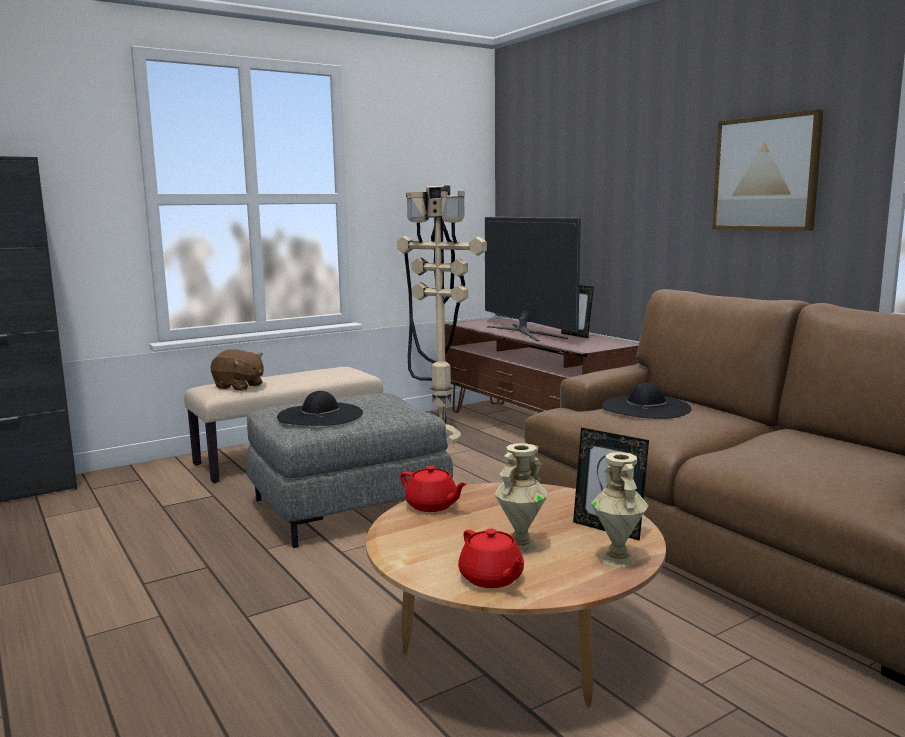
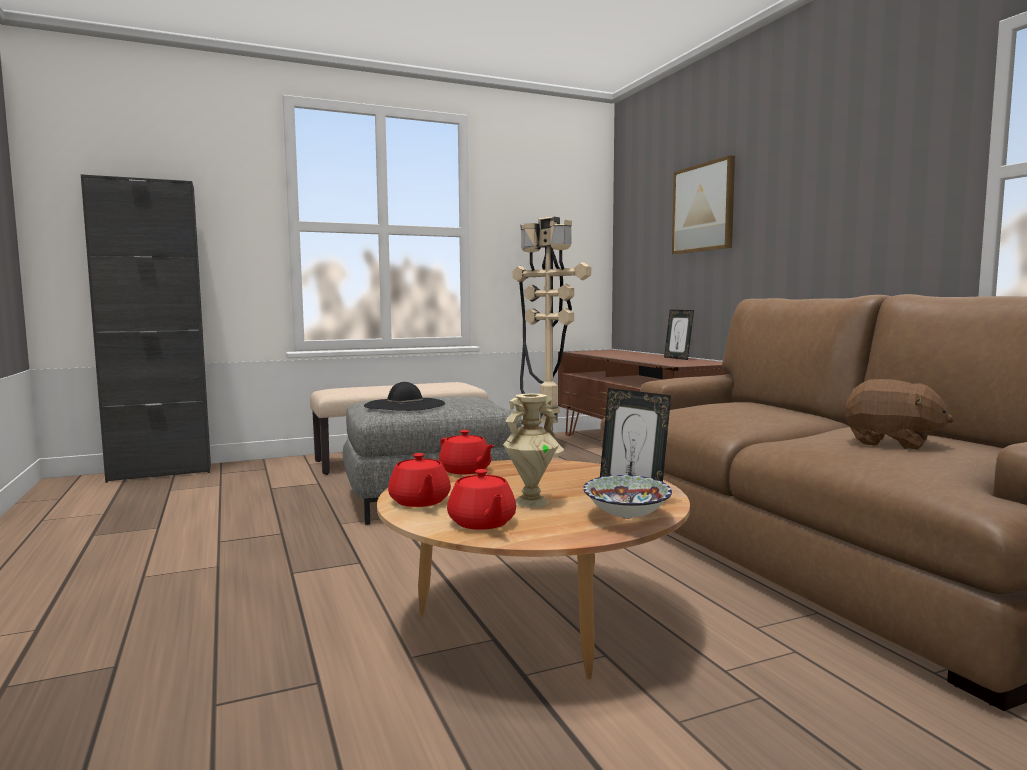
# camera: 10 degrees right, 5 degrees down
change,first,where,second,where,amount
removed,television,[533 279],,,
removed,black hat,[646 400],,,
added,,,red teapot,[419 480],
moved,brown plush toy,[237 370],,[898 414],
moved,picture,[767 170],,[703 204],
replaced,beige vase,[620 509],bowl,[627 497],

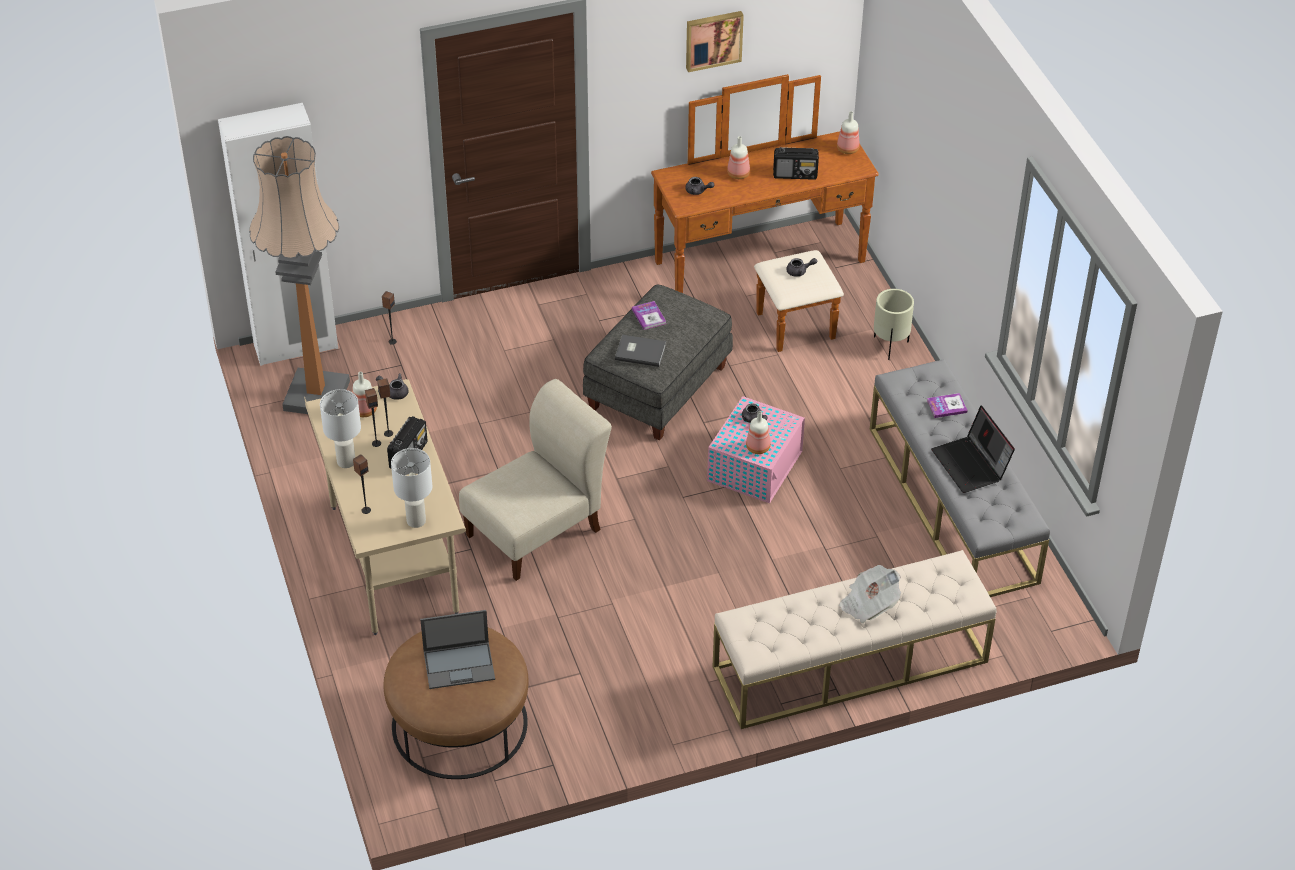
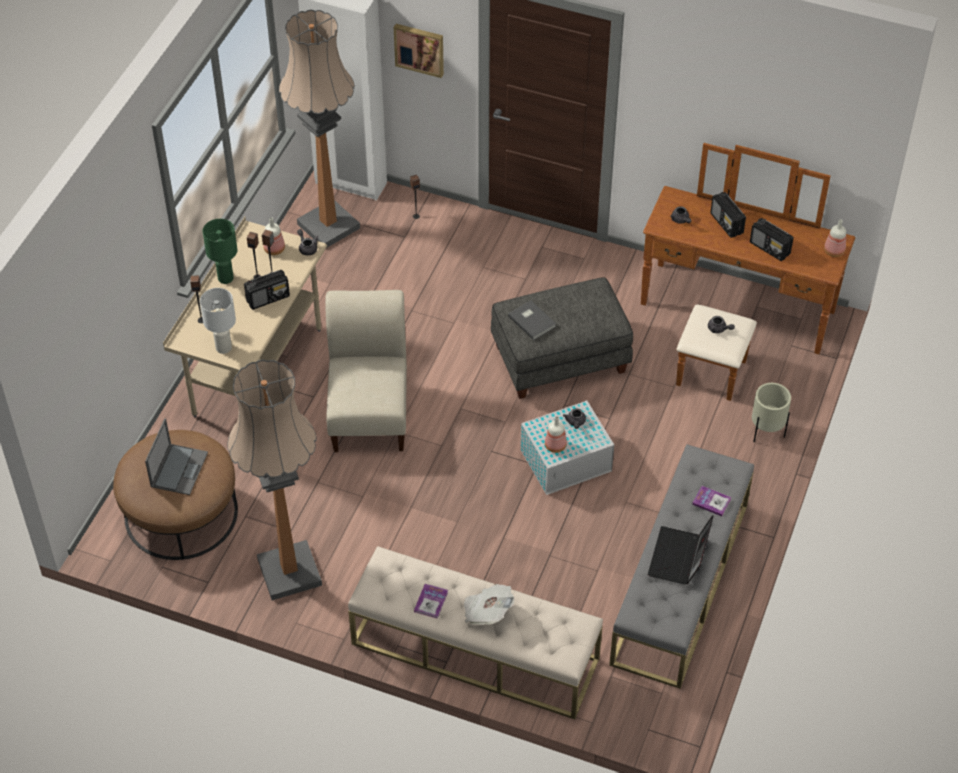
# camera: 40 degrees right, 5 degrees up
change,first,where,second,where,amount
added,,,floor lamp,[274 480],
moved,book,[649 315],,[431 601],
moved,picture,[715 41],,[419 51],
replaced,bottle,[738 157],radio,[728 215],
recoloured,white table lamp,[340 428],green table lamp,[220 251],
recoloured,pink storage box,[756 449],white storage box,[567 448],
turned,laptop,[457 649],,[176 457],105 degrees counterclockwise
turned,beige chair,[535 480],,[366 371],90 degrees counterclockwise

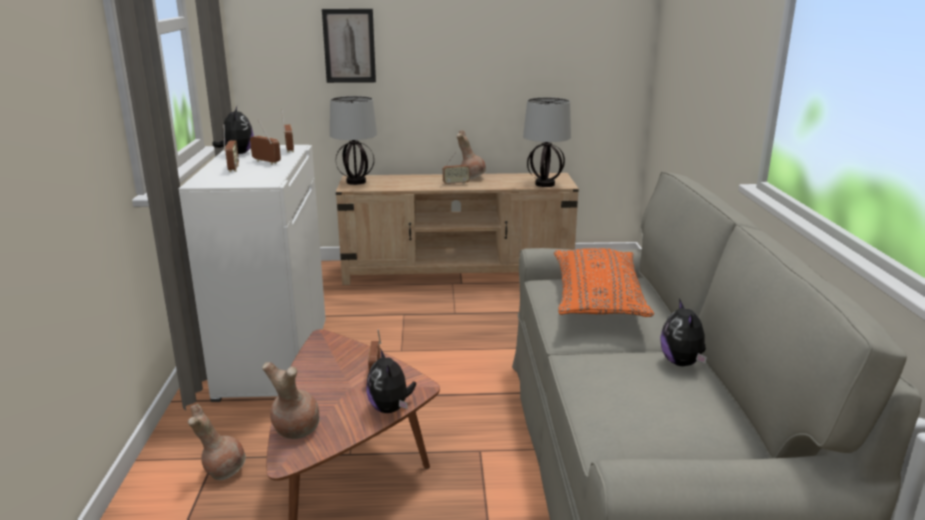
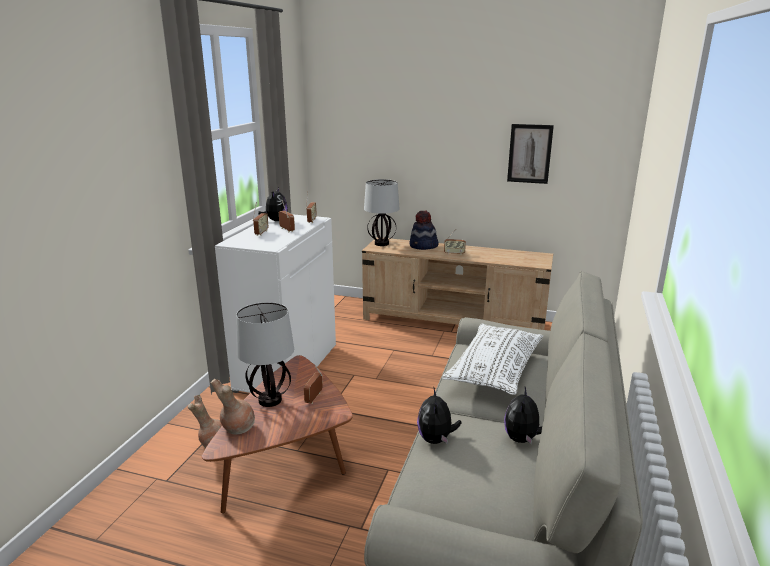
# camera: 20 degrees right, 0 degrees up
change,first,where,second,where,amount
removed,brown vase,[471 154],,,
added,,,hat,[424 230],
moved,picture,[349 46],,[530 154],
moved,plush toy,[391 380],,[439 416],
moved,table lamp,[547 142],,[265 354],
recoloured,orange pillow,[604 282],white pillow,[492 359],

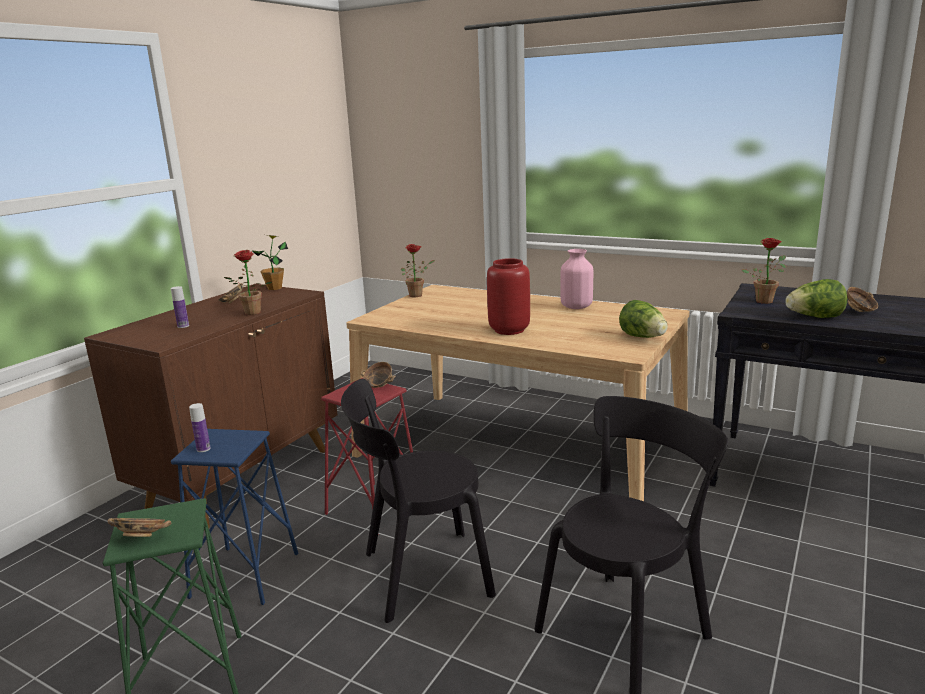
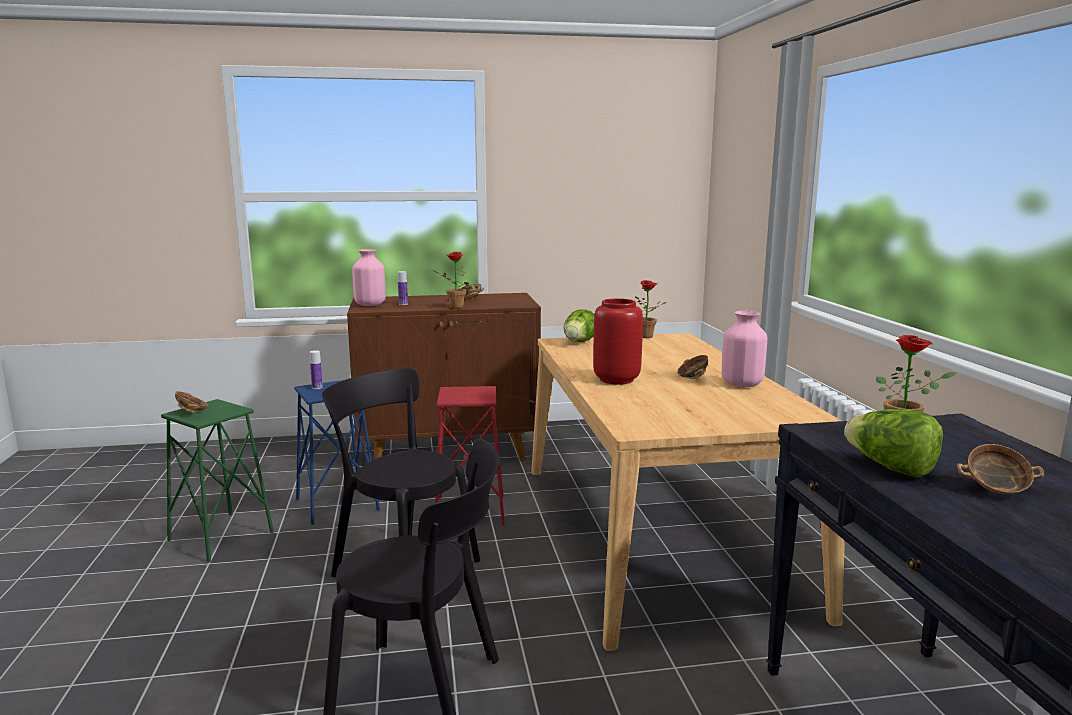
# camera: 50 degrees right, 5 degrees down
change,first,where,second,where,amount
removed,potted plant,[269 262],,,
added,,,pink vase,[369 277],
moved,bowl,[378 375],,[692 367],
moved,lettuce,[643 319],,[579 325],

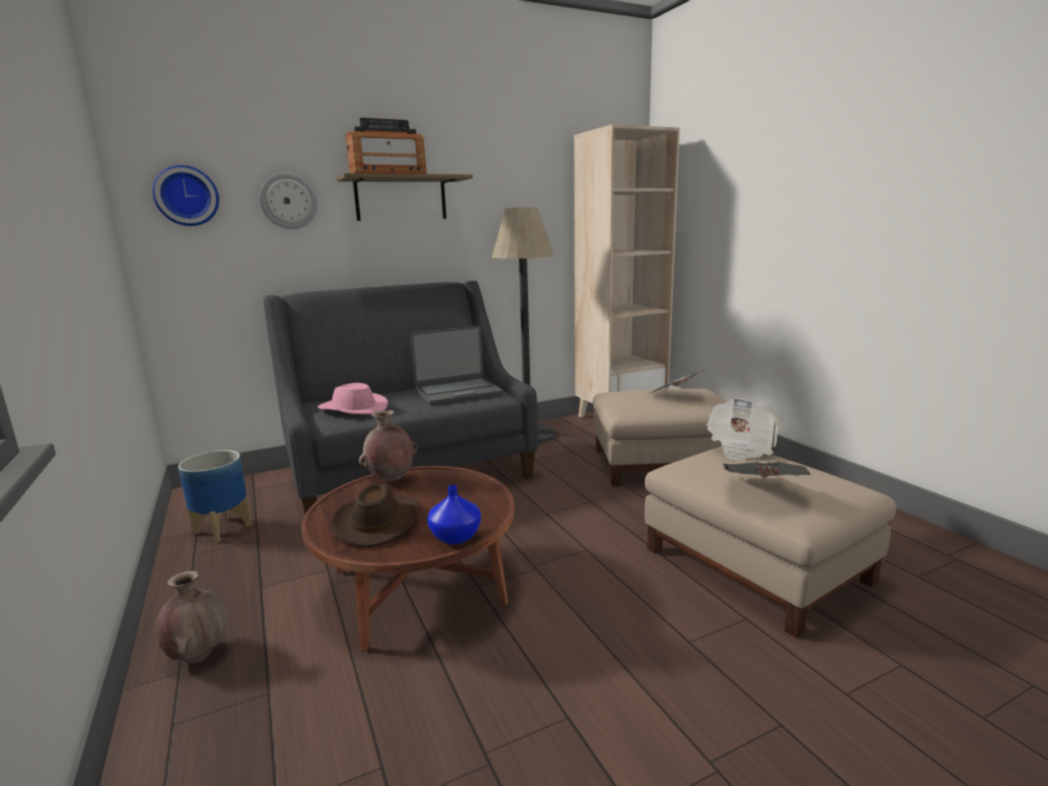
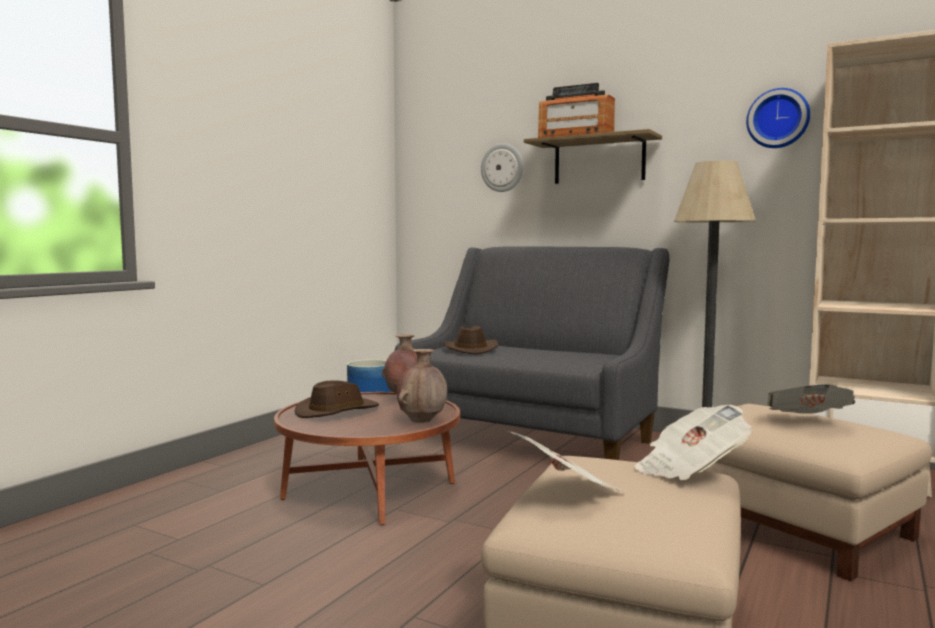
# camera: 55 degrees right, 10 degrees down
change,first,where,second,where,amount
removed,laptop,[456 365],,,
removed,blue vase,[454 514],,,
moved,wall clock,[185 195],,[778 118],
moved,brown vase,[191 617],,[422 386],
recoloured,pink hat,[353 398],brown hat,[470 340],

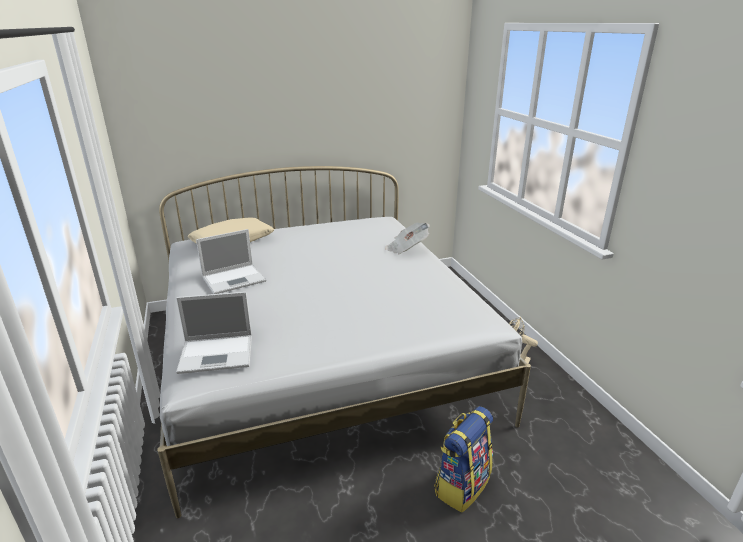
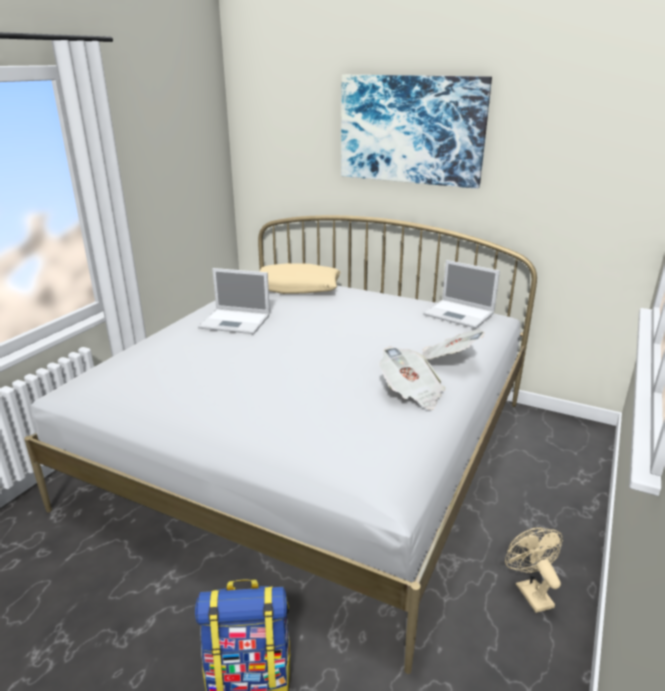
# camera: 45 degrees right, 0 degrees up
change,first,where,second,where,amount
added,,,picture,[416 132],
added,,,newspaper,[412 378],
moved,laptop,[214 333],,[461 294],

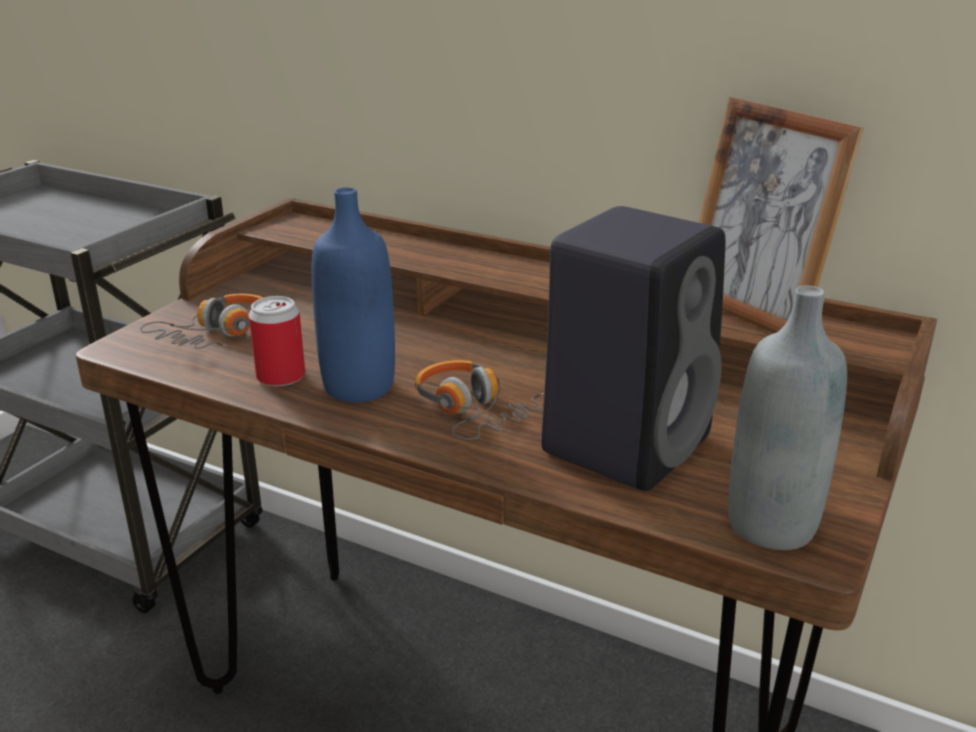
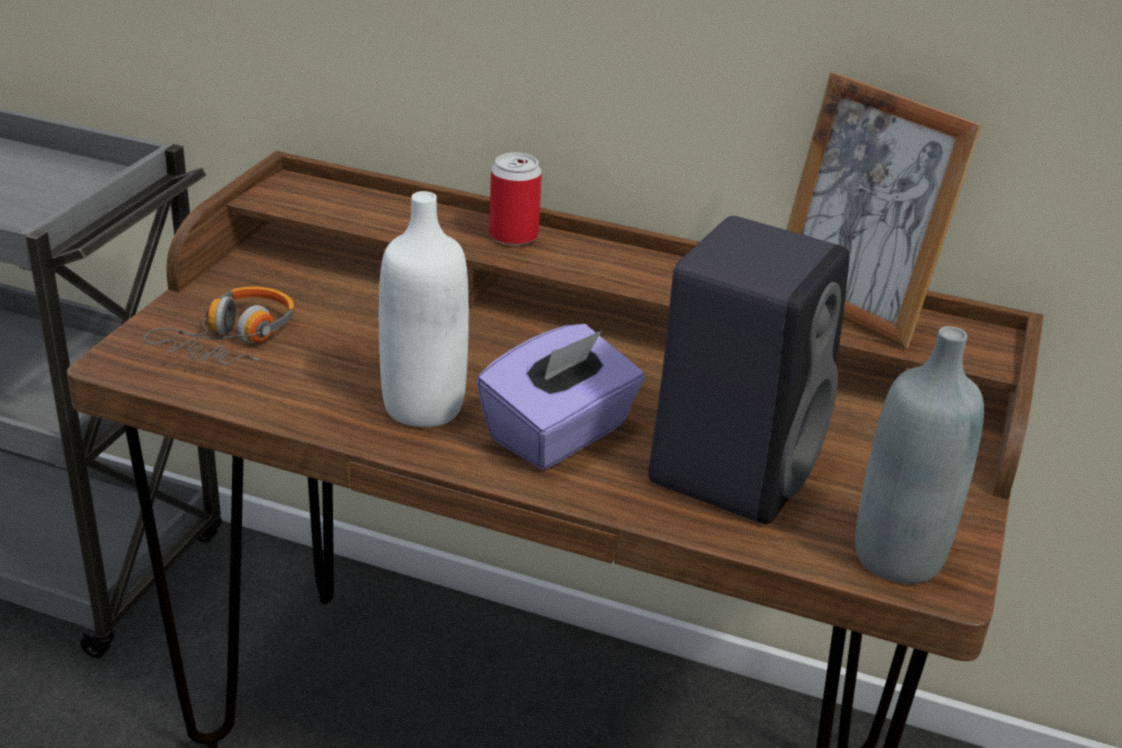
# camera: 10 degrees left, 5 degrees up
change,first,where,second,where,amount
moved,can,[276 341],,[515 198],
replaced,headphones,[479 400],purple tissue box,[560 397],
recoloured,blue bottle,[353 294],white bottle,[424 309],

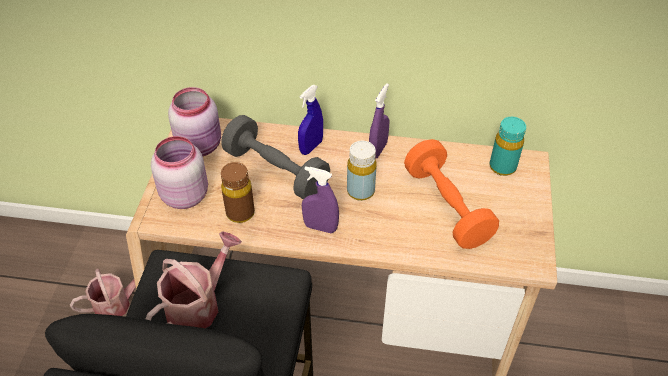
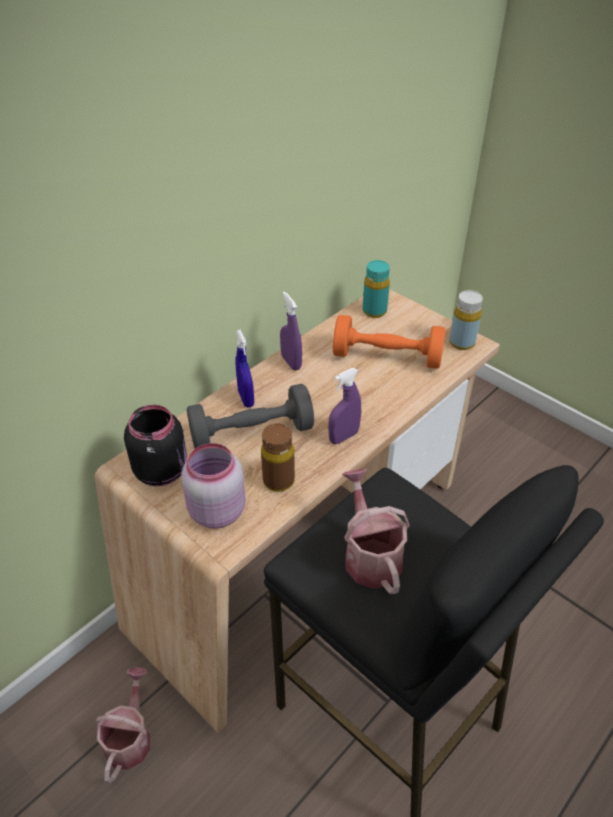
# camera: 55 degrees left, 5 degrees down
change,first,where,second,where,amount
moved,yellow bottle,[362 171],,[466 320],
recoloured,pink jar,[194 121],black jar,[155 446],

